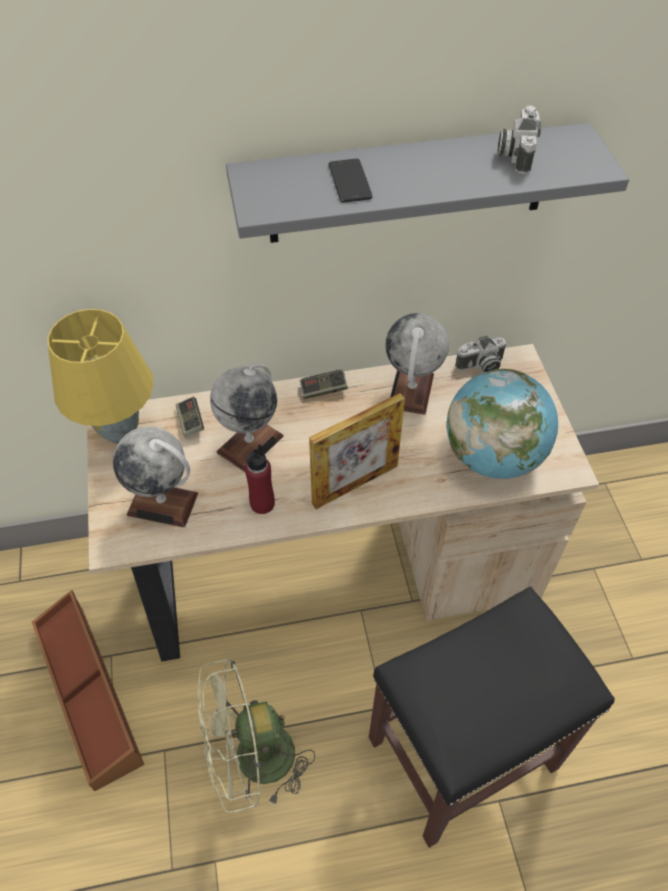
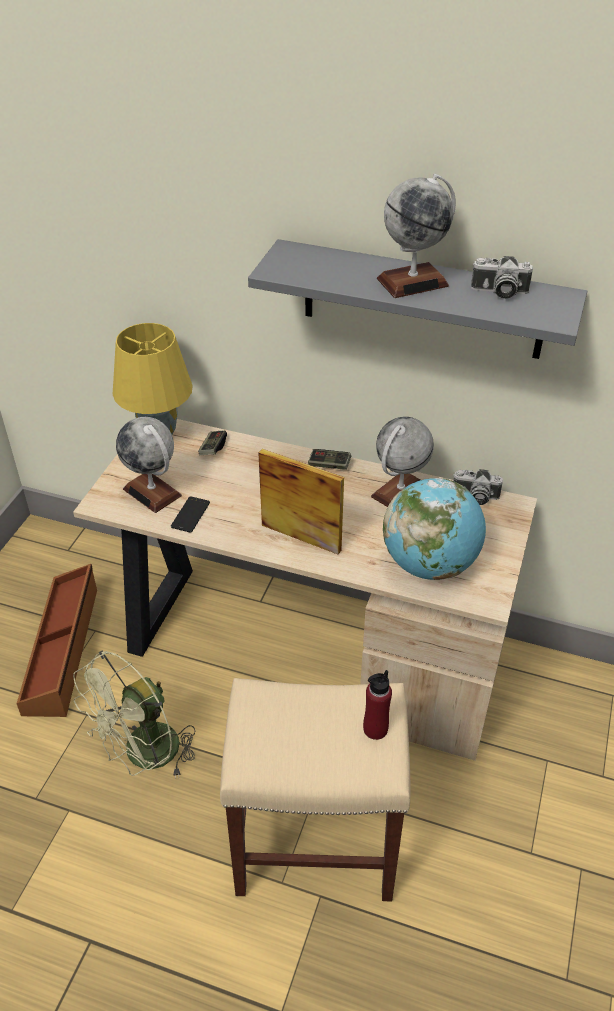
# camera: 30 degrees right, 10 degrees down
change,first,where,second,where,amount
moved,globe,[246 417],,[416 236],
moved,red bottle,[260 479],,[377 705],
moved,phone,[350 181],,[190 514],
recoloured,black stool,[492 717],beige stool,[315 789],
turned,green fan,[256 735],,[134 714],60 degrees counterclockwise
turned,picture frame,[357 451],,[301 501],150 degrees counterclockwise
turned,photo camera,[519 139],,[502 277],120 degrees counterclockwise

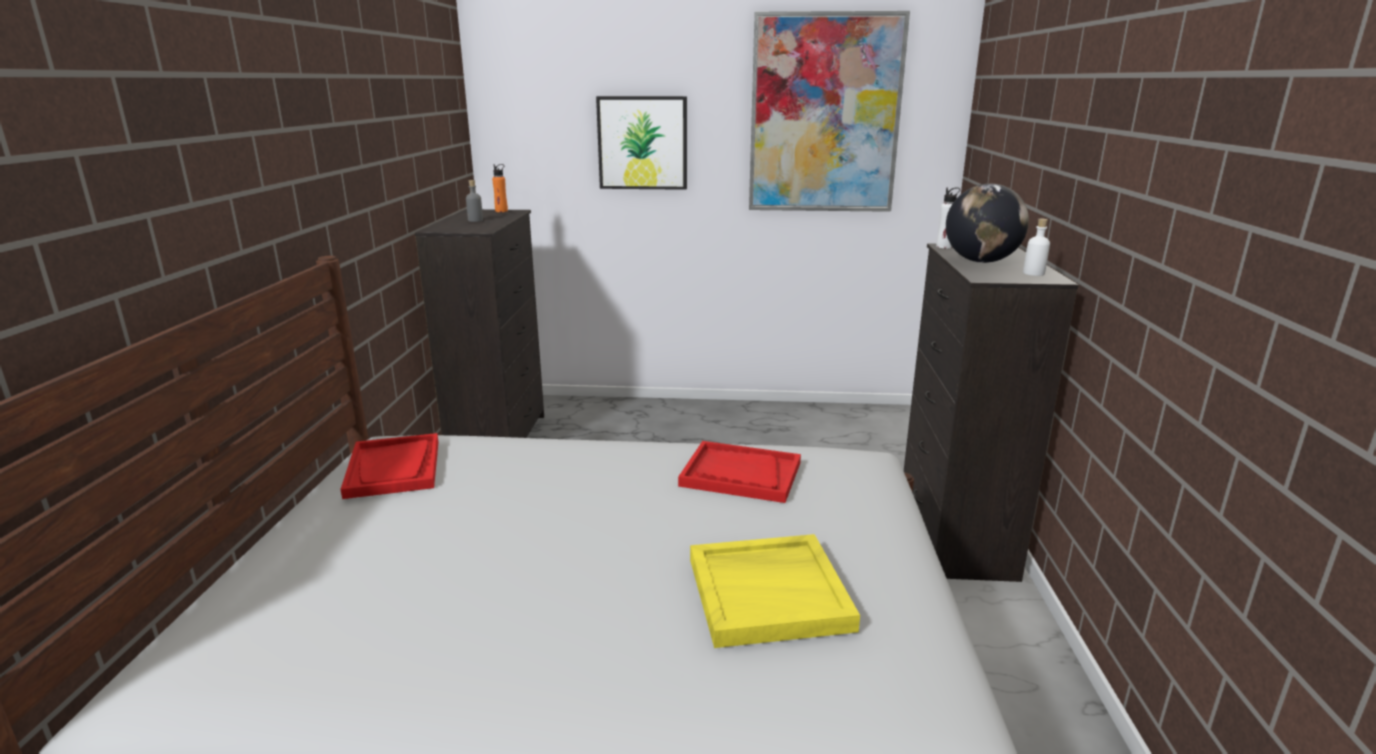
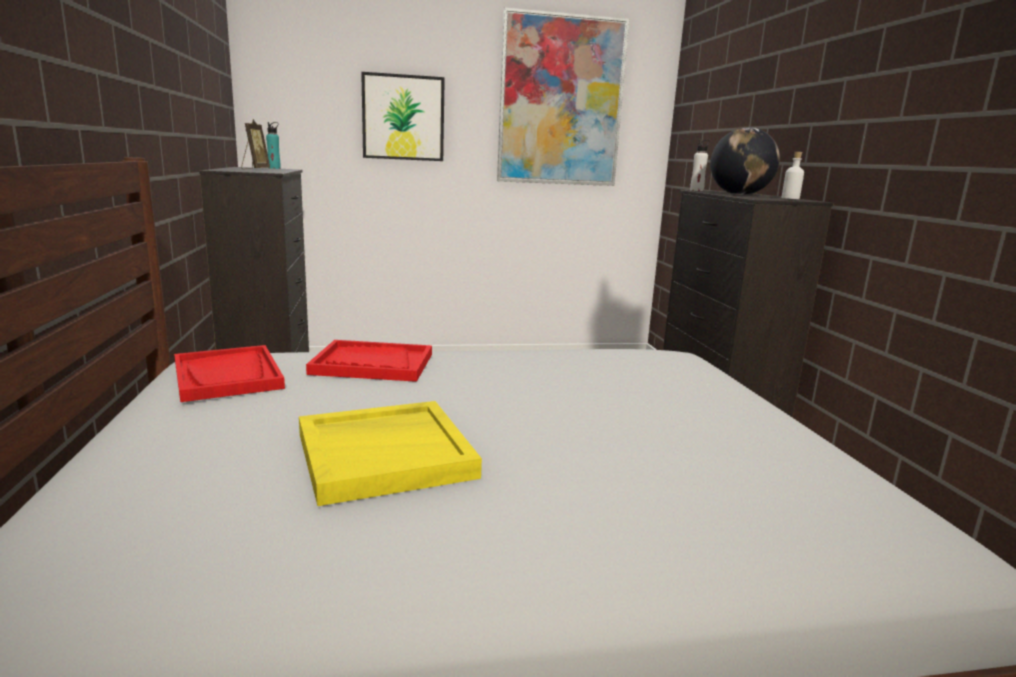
# camera: 15 degrees left, 5 degrees down
change,first,where,second,where,amount
moved,red tray,[739 472],,[369 361],
moved,yellow tray,[775 591],,[390 453],
replaced,grey bottle,[474 201],picture frame,[255 144],
recoloured,orange bottle,[500 188],turquoise bottle,[273 145],

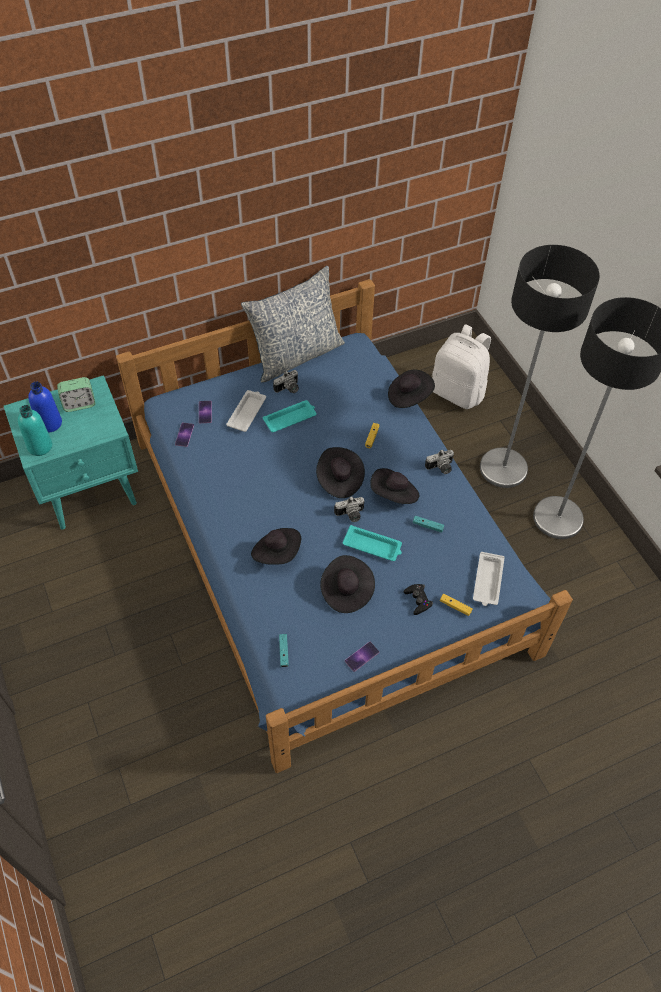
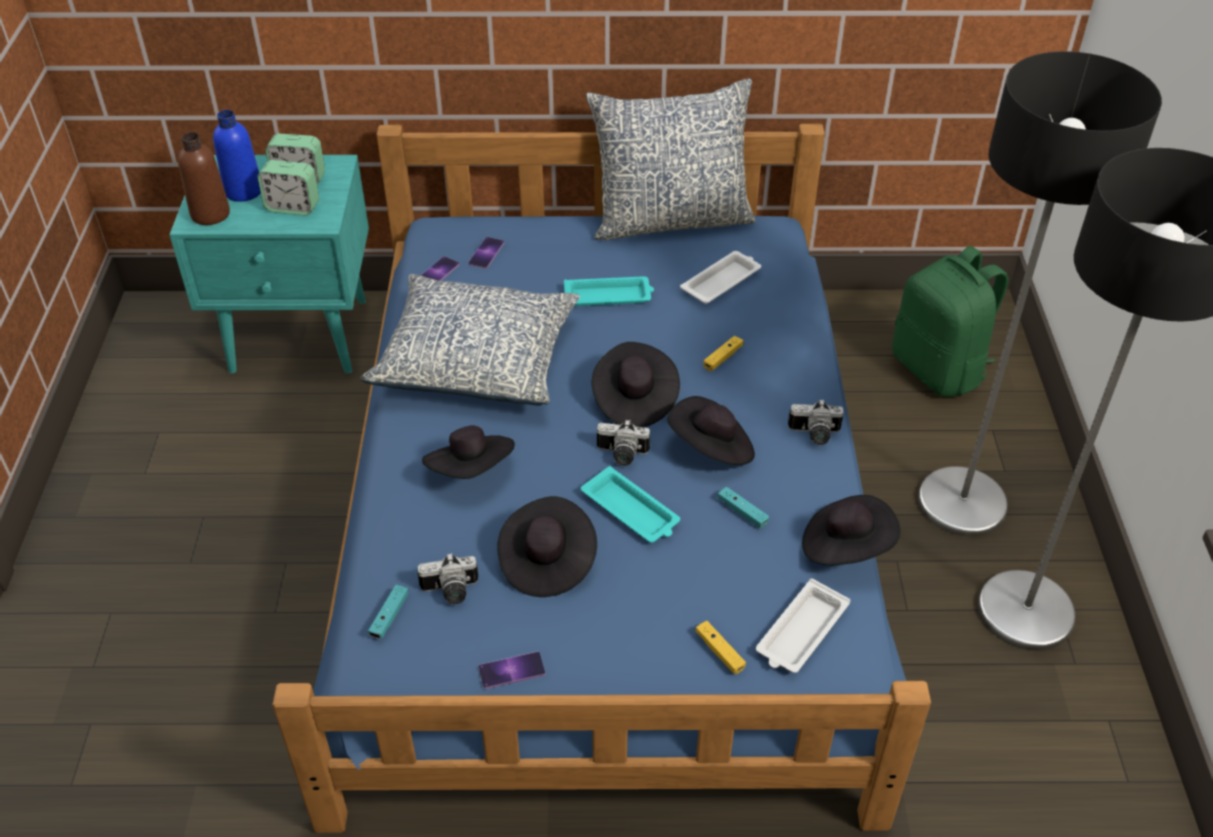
# camera: 25 degrees right, 10 degrees down
change,first,where,second,where,amount
removed,black game controller,[418 599],,,
added,,,alarm clock,[288 187],
added,,,pillow,[470 340],
moved,white tray,[246 411],,[720 277],
moved,photo camera,[286 381],,[448 578],
moved,black hat,[411 388],,[851 530],
recoloured,turquoise bottle,[35 430],brown bottle,[204 178],
recoloured,white backpack,[461 366],green backpack,[950 321],

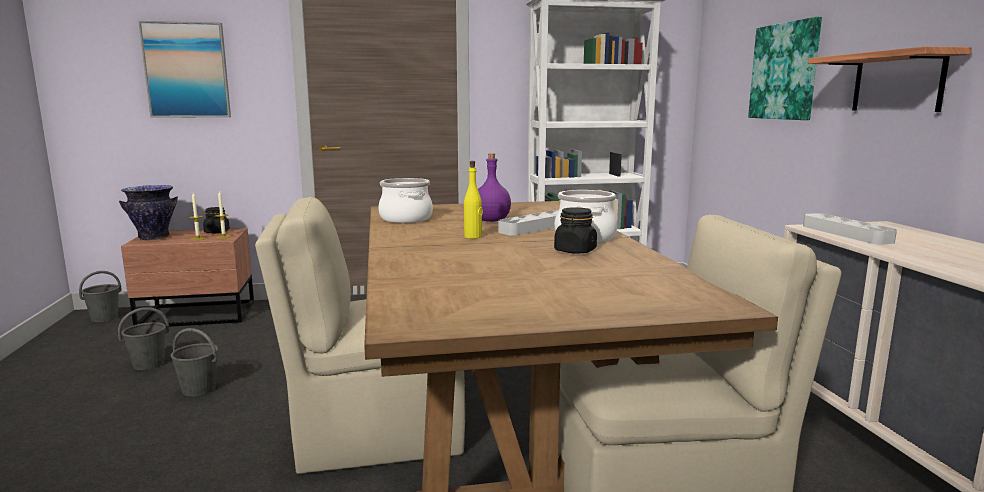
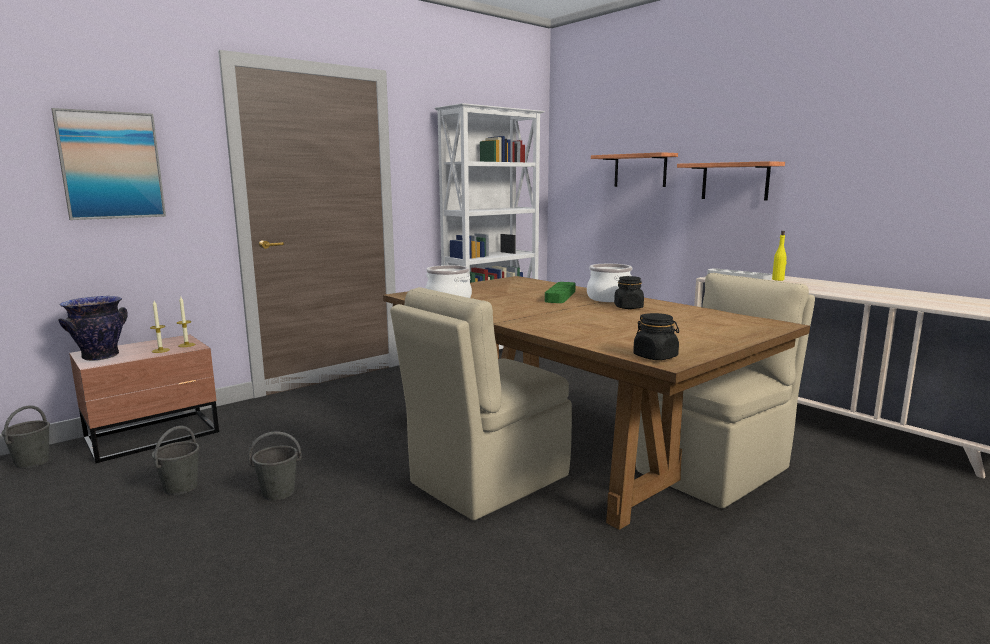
# camera: 30 degrees left, 0 degrees up
change,first,where,second,where,amount
removed,purple bottle,[494 187],,,
moved,black jar,[216 220],,[656 336],
moved,yellow bottle,[473 200],,[779 256],
replaced,picture,[785 68],shelf,[634 169],
recoloured,grey tray,[528 223],green tray,[560 292],

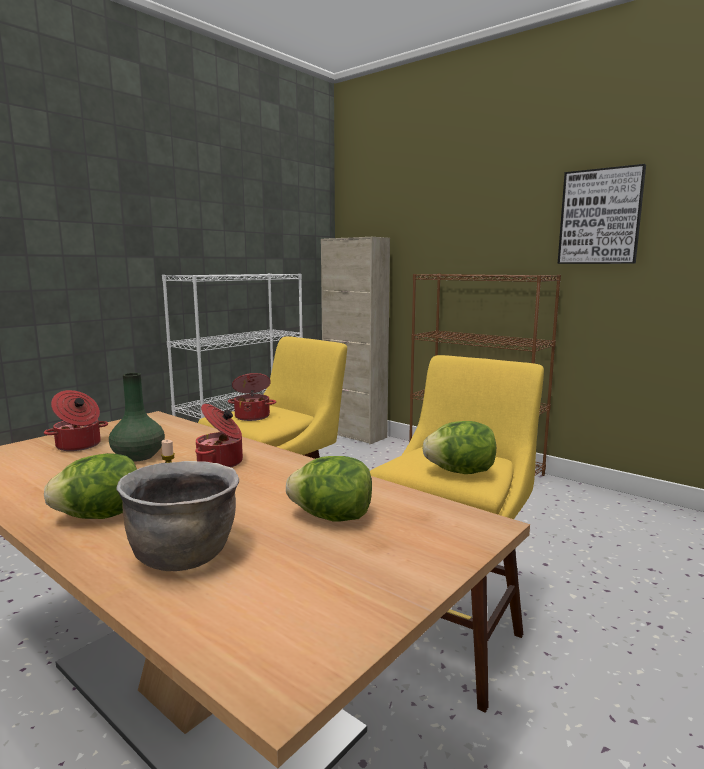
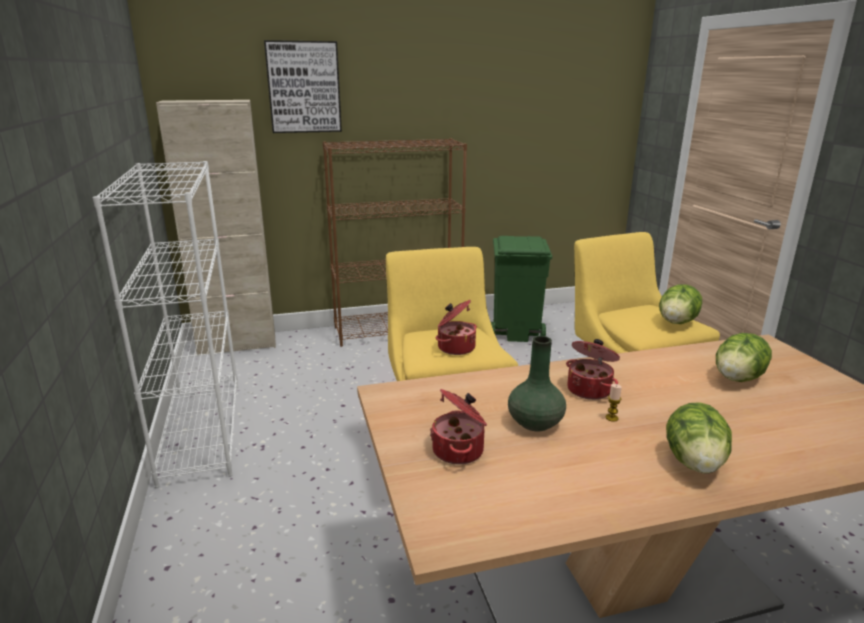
# camera: 55 degrees left, 10 degrees up
change,first,where,second,where,amount
removed,brown cooking pot,[177 516],,,
added,,,green trash can,[521 289],
moved,picture,[602 214],,[303 86],

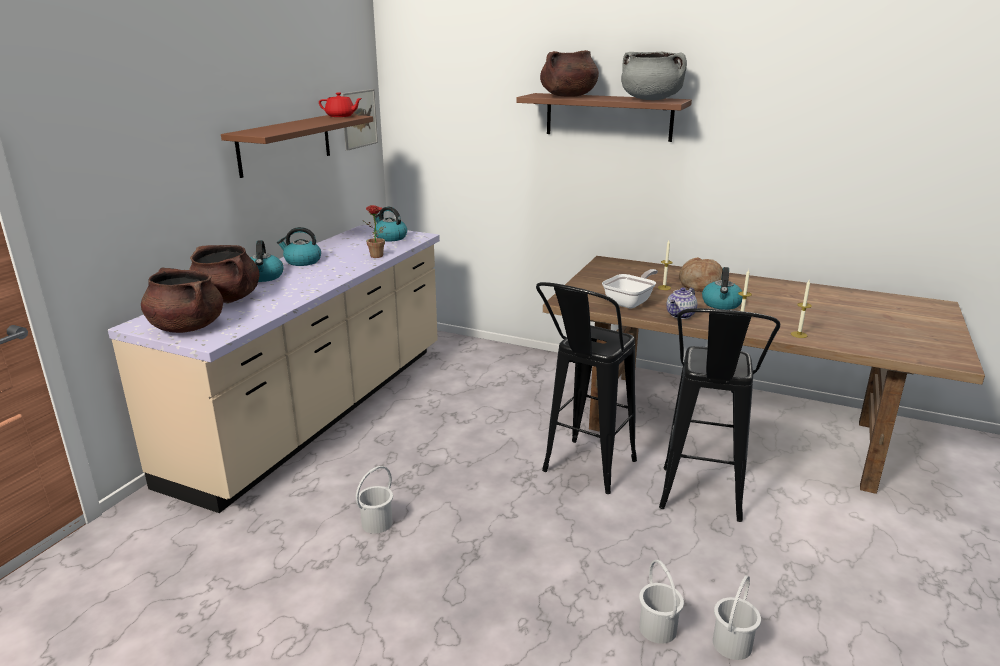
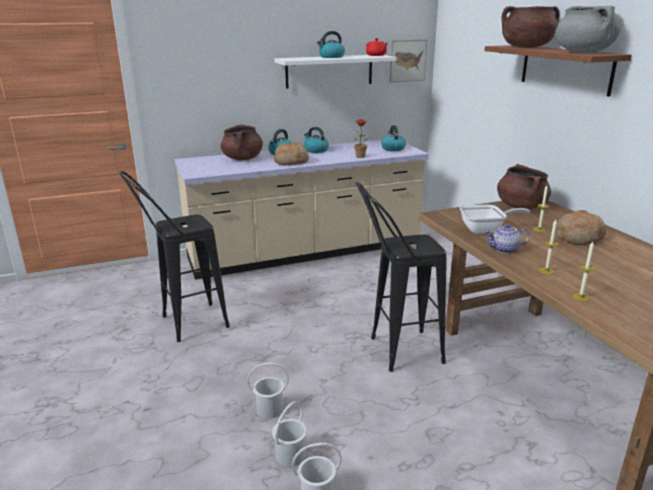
# camera: 45 degrees right, 0 degrees up
change,first,where,second,where,amount
added,,,bread,[291 153],
moved,brown cooking pot,[182 300],,[524 186],
moved,white bucket,[374 500],,[268 391],
moved,black stool,[719 415],,[174 256],
moved,kettle,[722 288],,[331 44],
recoloured,brown shelf,[297 146],white shelf,[335 72],

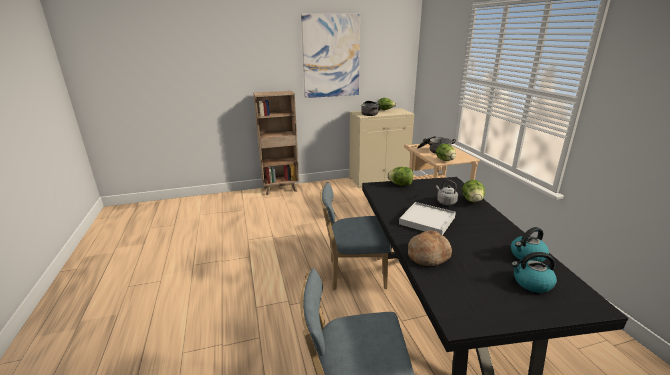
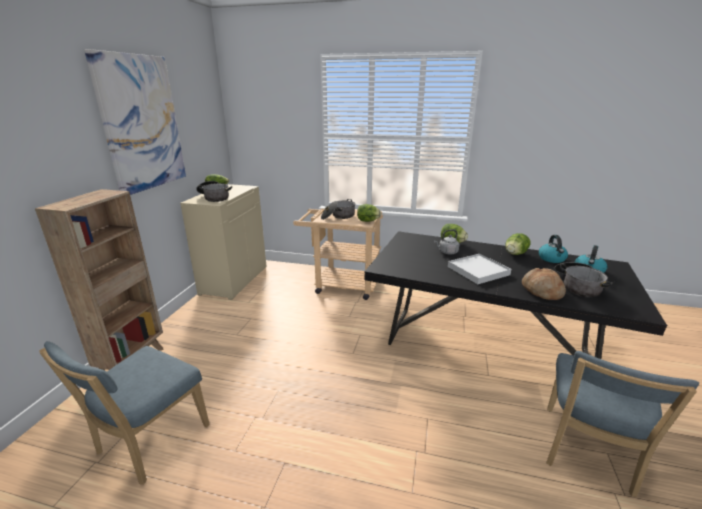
# camera: 60 degrees left, 0 degrees up
change,first,where,second,where,amount
added,,,cooking pot,[585 279],
moved,blue chair,[355 236],,[124 413],
moved,lettuce,[400 176],,[518 244],

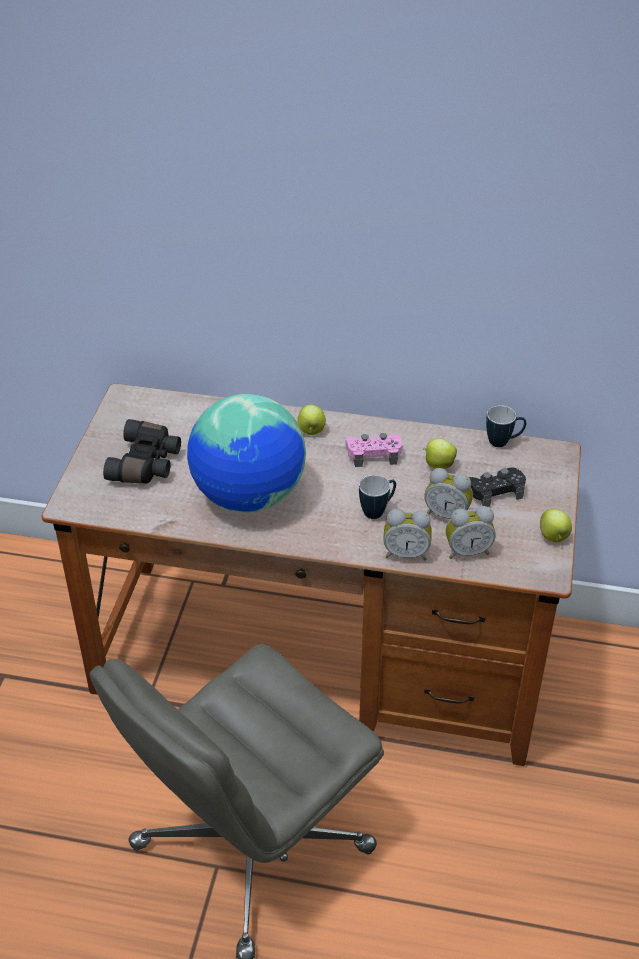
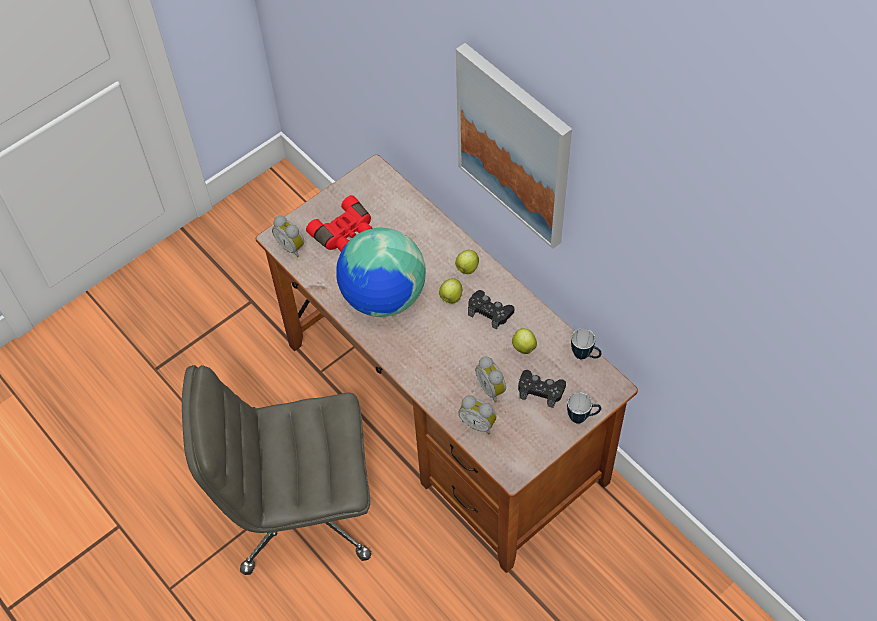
# camera: 40 degrees right, 15 degrees up
change,first,where,second,where,amount
added,,,picture,[514 146],
moved,mug,[377 497],,[584 408],
moved,alarm clock,[407 535],,[288 237],
moved,apple,[556 525],,[450 290],
recoloured,black binoculars,[142 451],red binoculars,[339 223],
recoloured,pink game controller,[374 450],black game controller,[491 310],

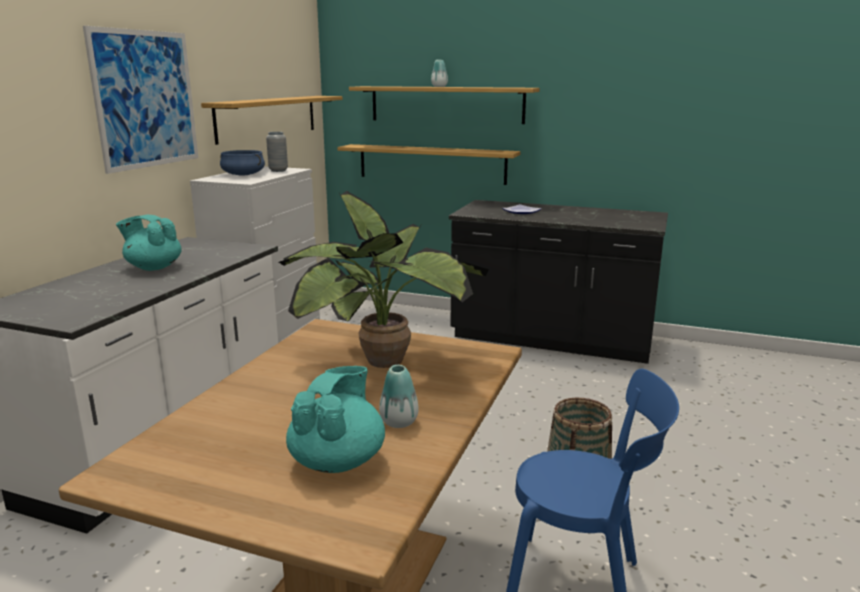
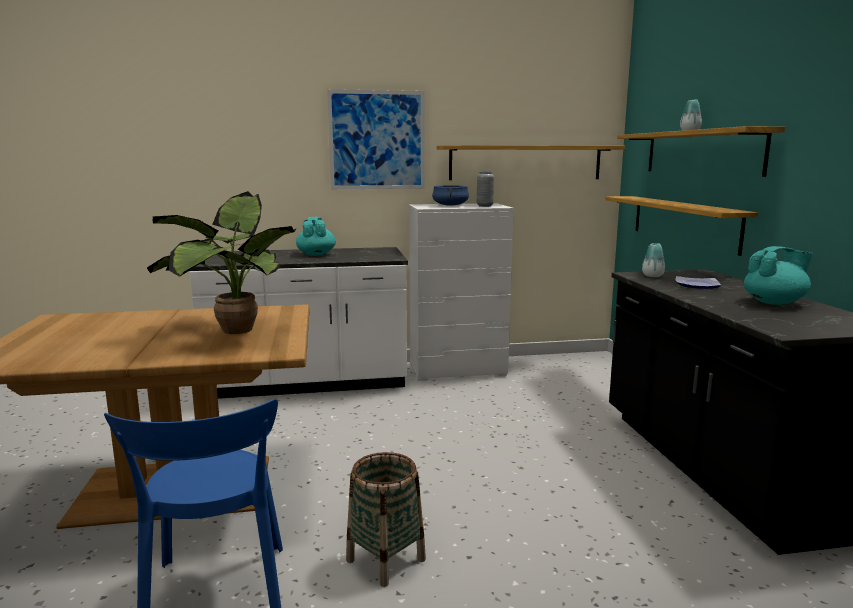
# camera: 60 degrees right, 5 degrees down
change,first,where,second,where,amount
moved,turquoise teapot,[335 419],,[778 275],
moved,vase,[399 396],,[653 260],

